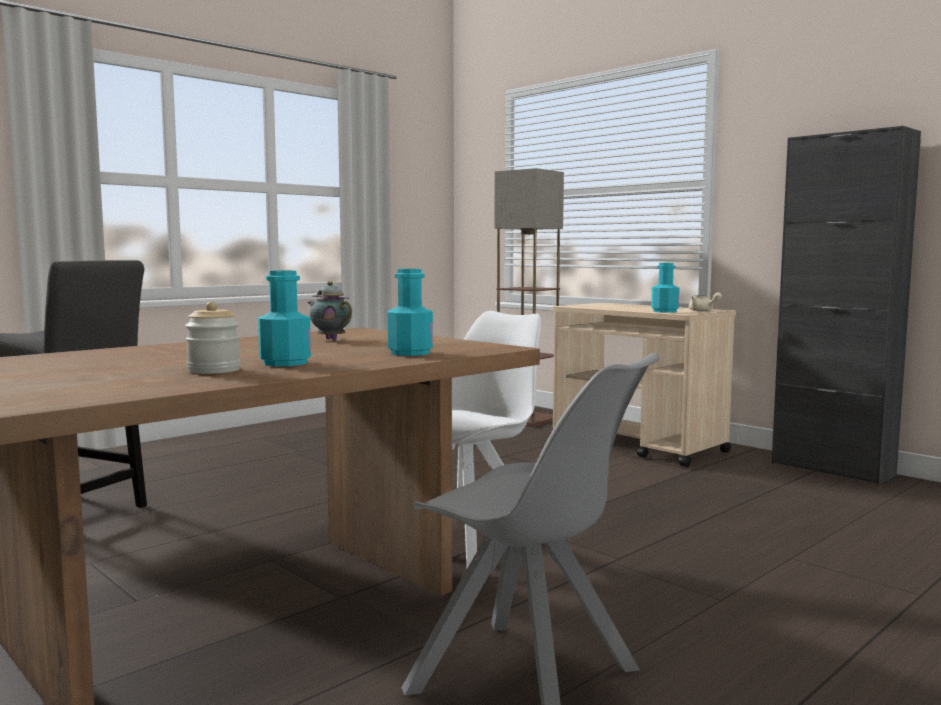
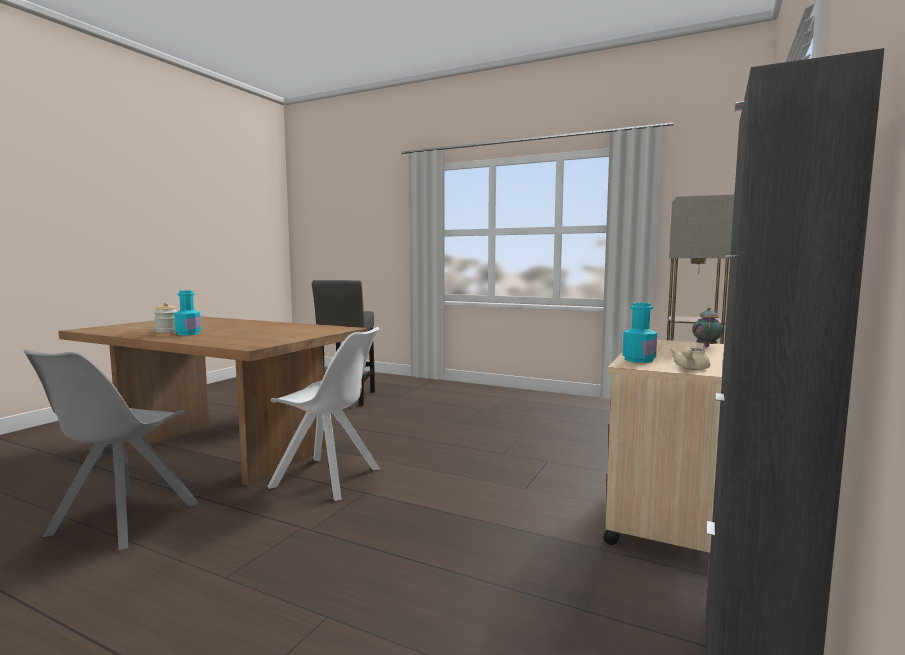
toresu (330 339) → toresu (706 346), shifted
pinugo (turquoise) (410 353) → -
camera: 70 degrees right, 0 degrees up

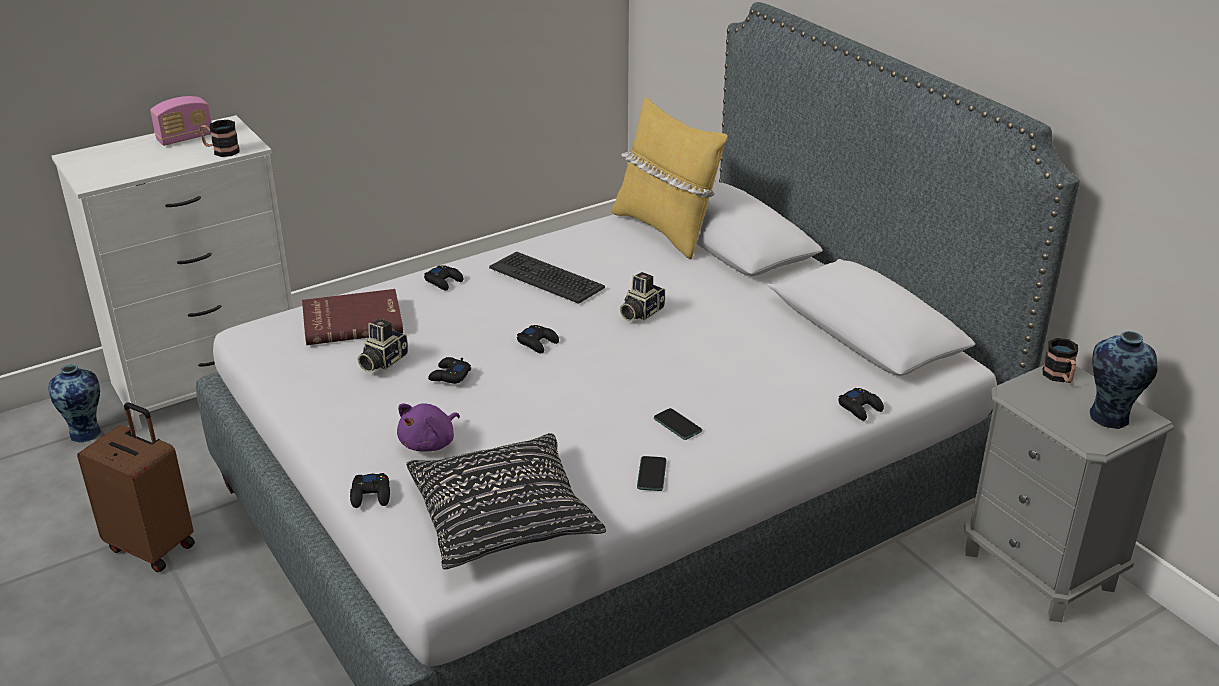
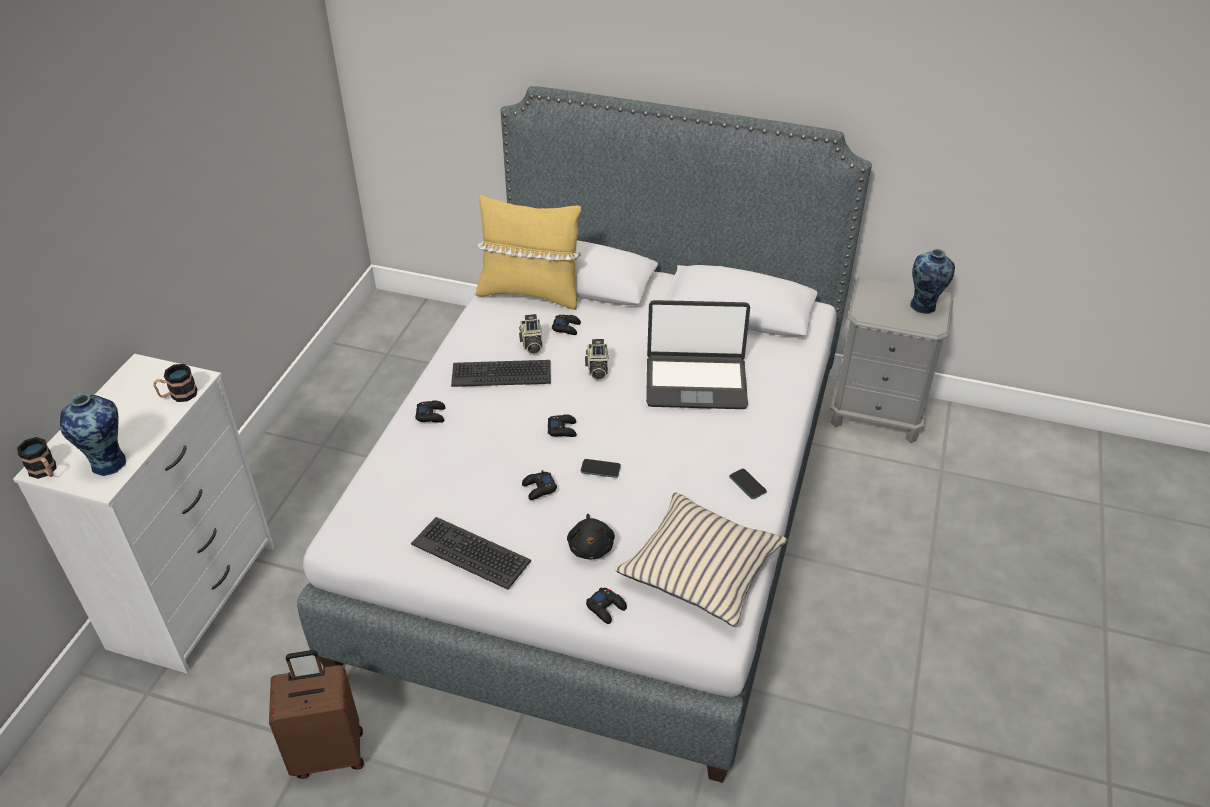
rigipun (86 432) → rigipun (108 462), shifted
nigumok (185 138) → -
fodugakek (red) (352 320) → -
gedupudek (382 361) → gedupudek (531 344), shifted
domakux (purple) (430 443) → domakux (black) (591 546)
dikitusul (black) (503 515) → dikitusul (beige) (701 567)
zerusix (677 425) → zerusix (600 469), shifted
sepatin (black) (860 408) → sepatin (black) (566 327), shifted
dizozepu (1059 377) → dizozepu (45 471), shifted
- → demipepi (471 552)
- → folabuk (696 382)
camera: 40 degrees left, 10 degrees up

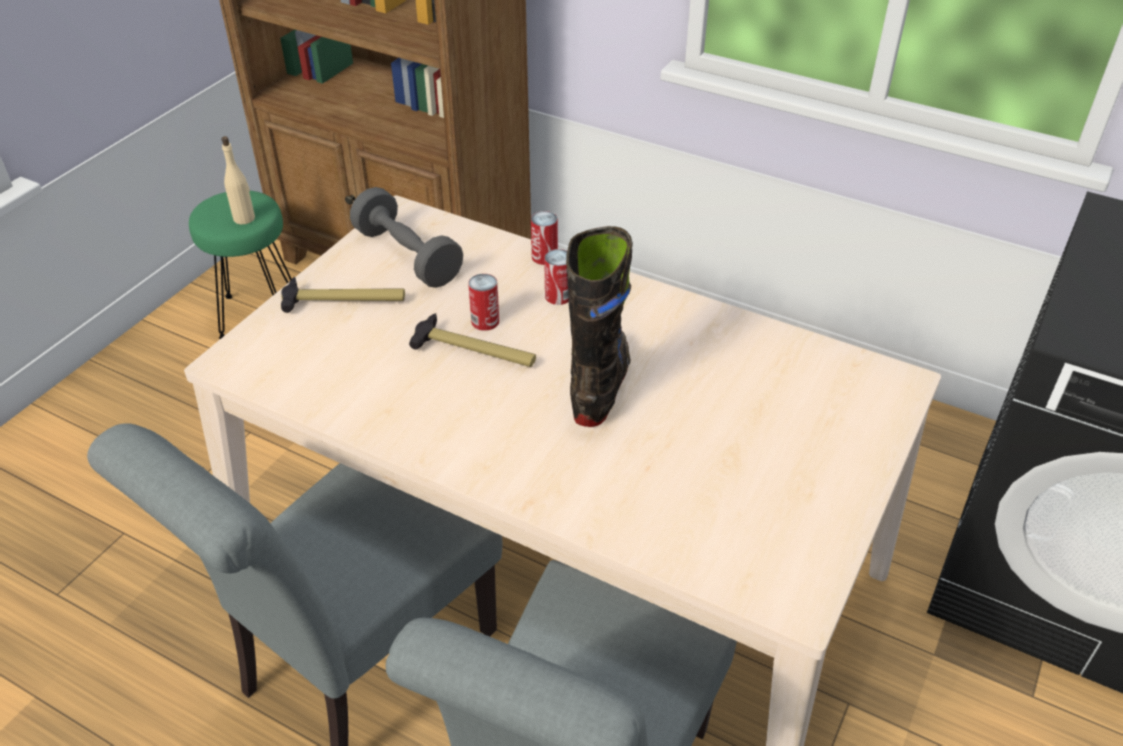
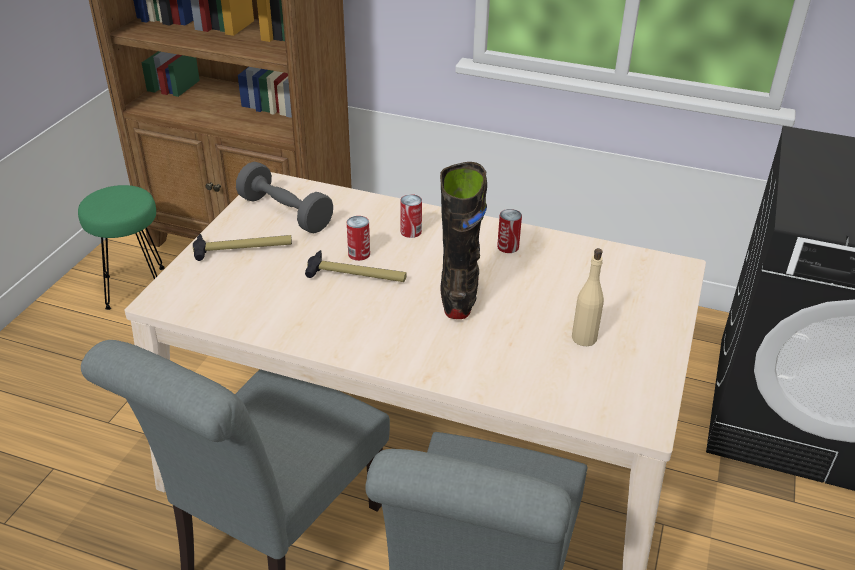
pinugo (beige) (244 218) → pinugo (beige) (584 338), shifted
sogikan (544 257) → sogikan (508 247), shifted
camera: 10 degrees left, 5 degrees down

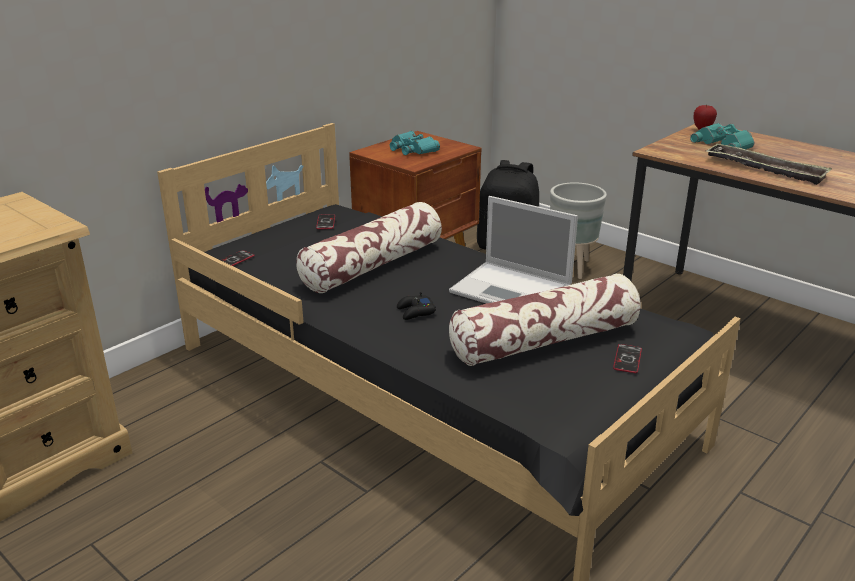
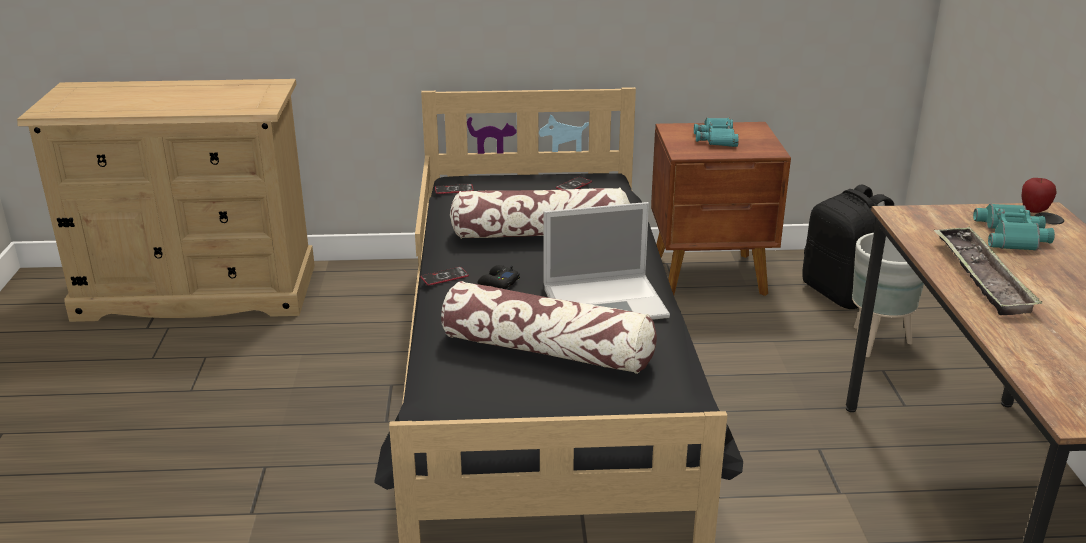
folabuk (513 290) → folabuk (607 302), 90 degrees counterclockwise
zerusix (627 359) → zerusix (444 277), shifted
camera: 45 degrees right, 0 degrees up

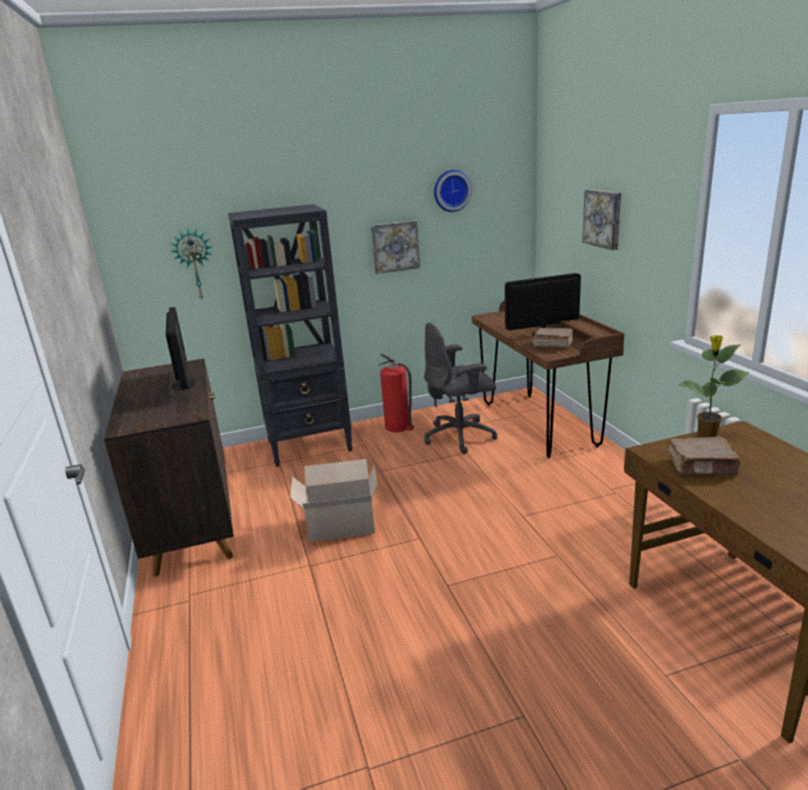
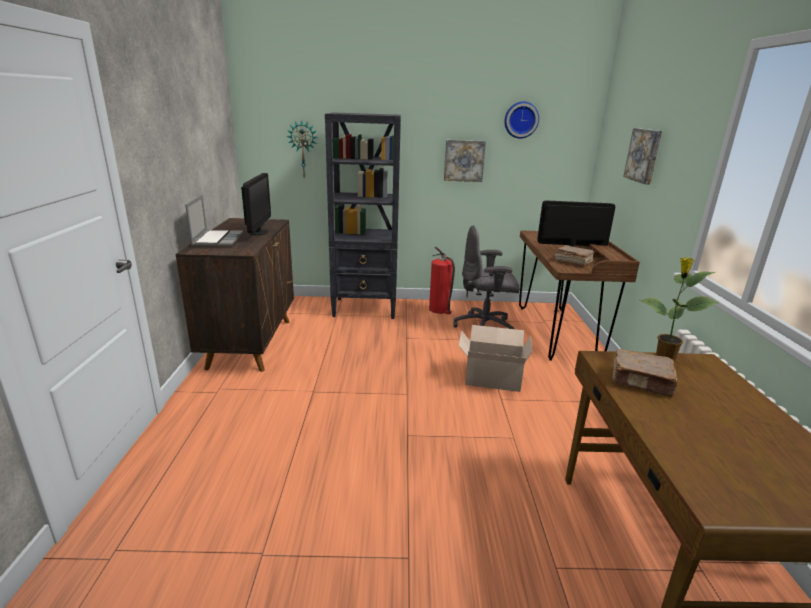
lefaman (339 525) → lefaman (491 378), shifted
- → folabuk (217 240)
camera: 15 degrees right, 0 degrees up

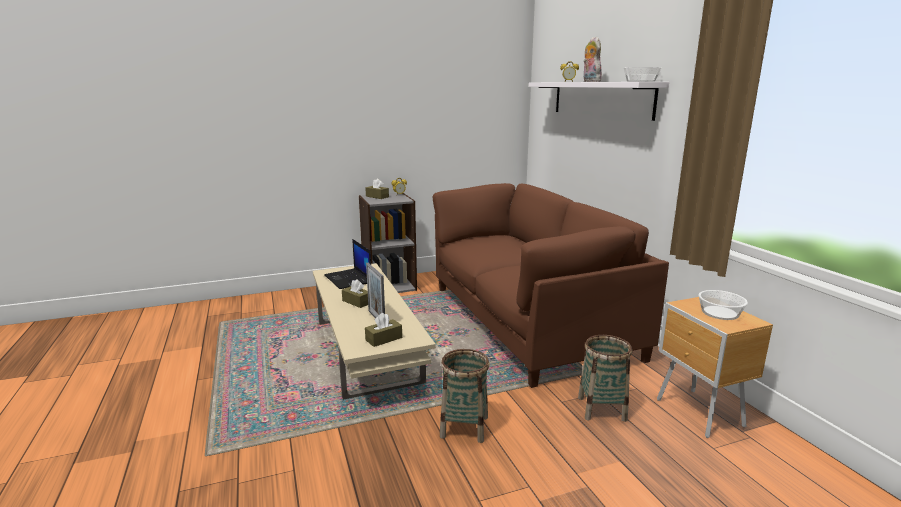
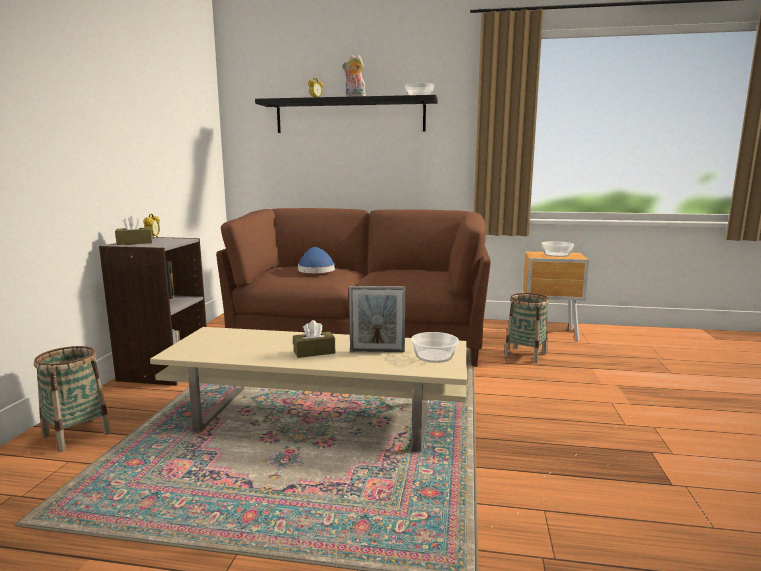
folabuk (349 279) → -
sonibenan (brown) (384 339) → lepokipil (434 356)
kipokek (464 427) → kipokek (77 434), shifted
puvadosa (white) (600 99) → puvadosa (black) (349 116)
- → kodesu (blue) (316 270)
camera: 60 degrees left, 5 degrees down

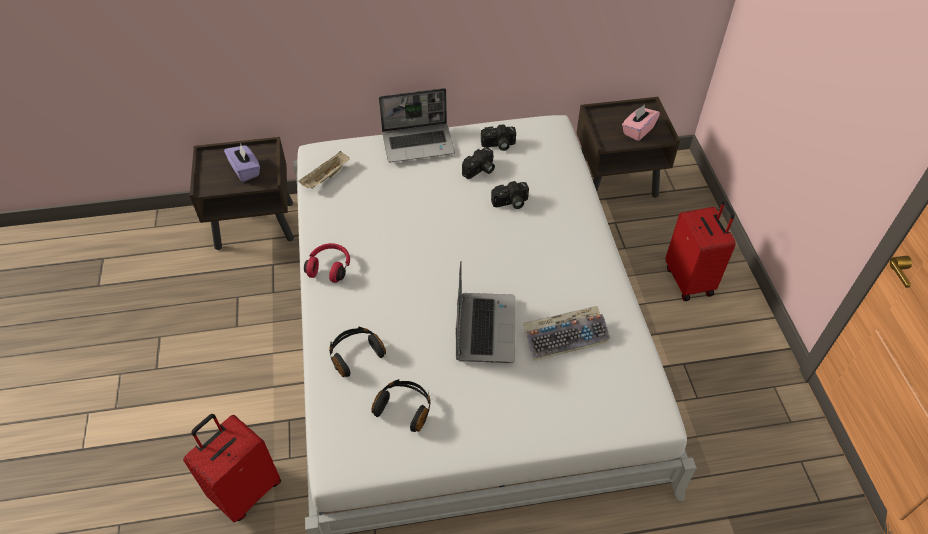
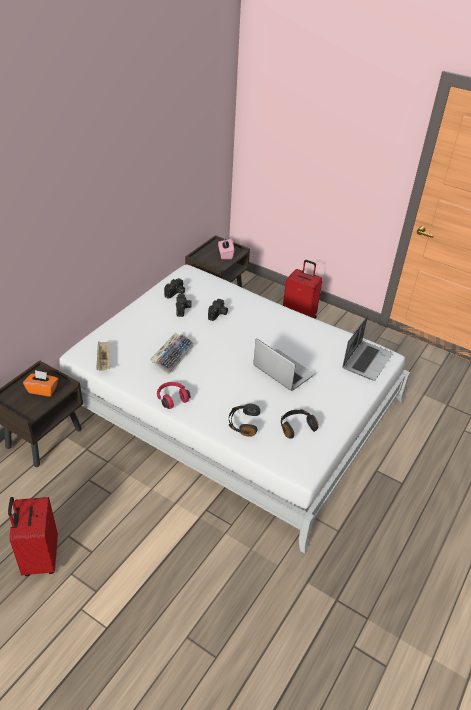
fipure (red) (246 490) → fipure (red) (40 558), shifted
sonibenan (purple) (245 170) → sonibenan (orange) (42 390)
folabuk (419 143) → folabuk (366 361), shifted
demipepi (566 336) → demipepi (172 356), shifted
camera: 50 degrees left, 10 degrees down

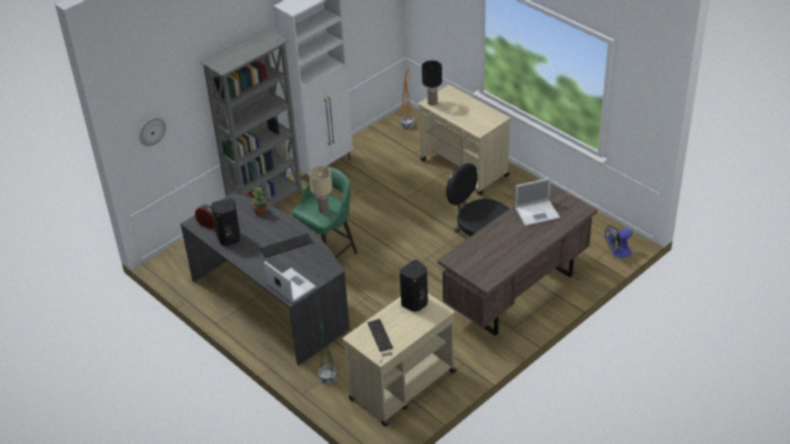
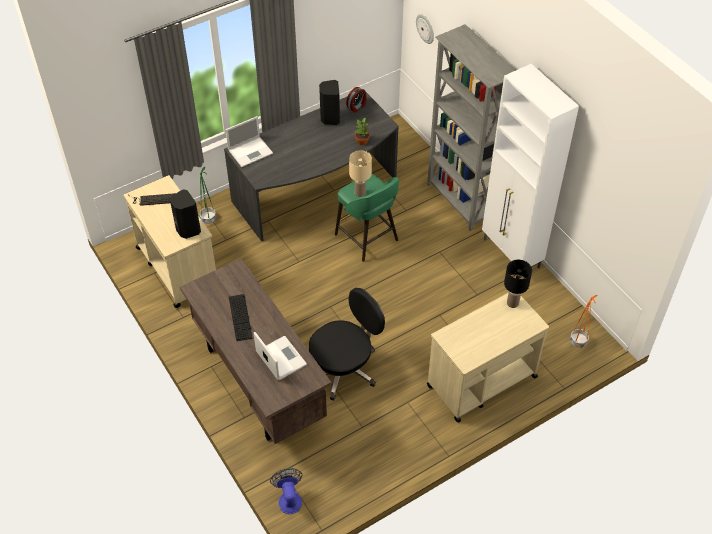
demipepi (286 245) → demipepi (240 317), shifted
folabuk (538 212) → folabuk (280 358), 150 degrees clockwise
camera: 100 degrees right, 10 degrees up

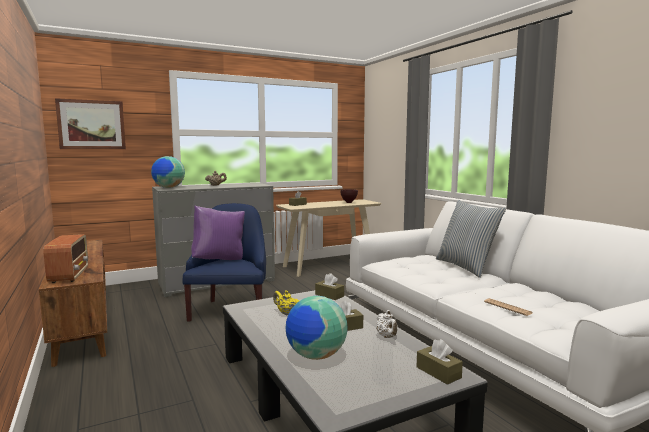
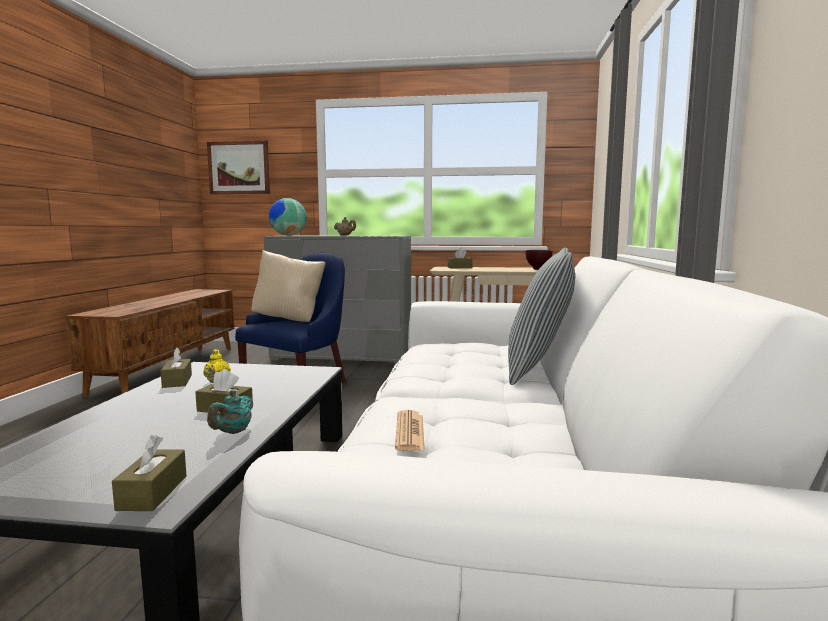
nigumok (69 275) → -
dikitusul (purple) (219 259) → dikitusul (beige) (289 319)
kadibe (316 356) → -
sonibenan (brown) (329 295) → sonibenan (brown) (177 381), shifted
toresu (white) (387 336) → toresu (turquoise) (233 432)
camera: 35 degrees right, 0 degrees up

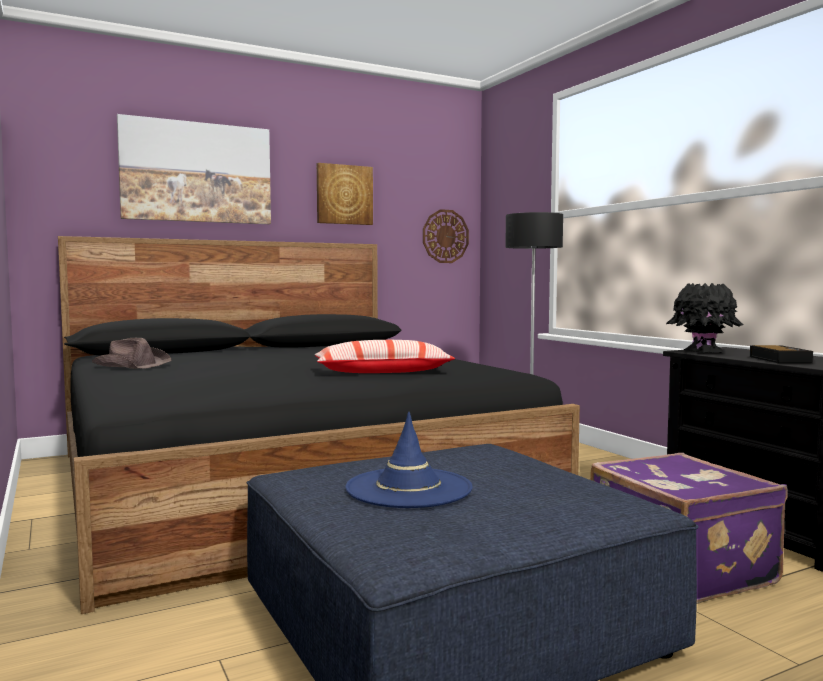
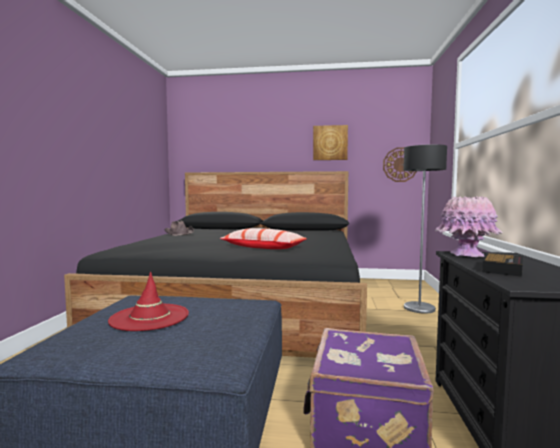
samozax (197 172) → -
kodesu (blue) (408 488) → kodesu (red) (149 317)
rigipun (black) (703 351) → rigipun (pink) (466 254)
camera: 35 degrees right, 0 degrees up

